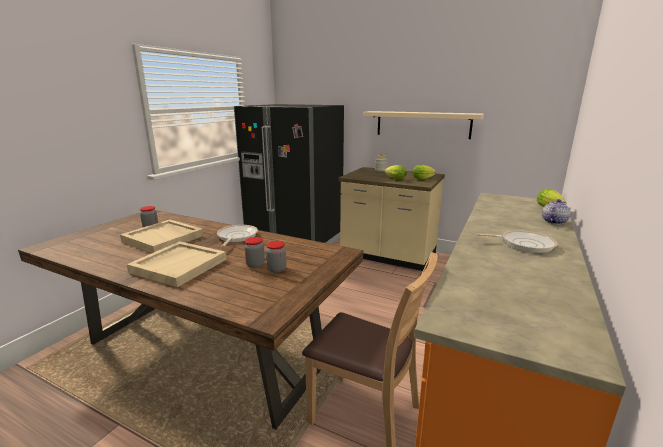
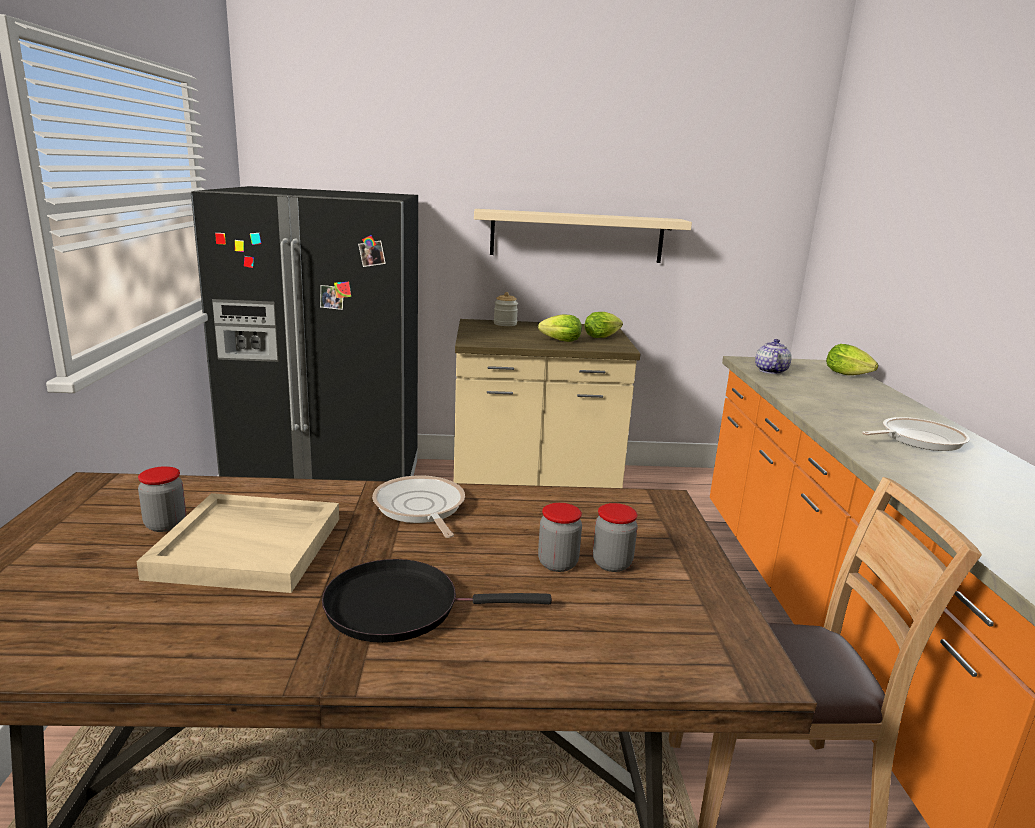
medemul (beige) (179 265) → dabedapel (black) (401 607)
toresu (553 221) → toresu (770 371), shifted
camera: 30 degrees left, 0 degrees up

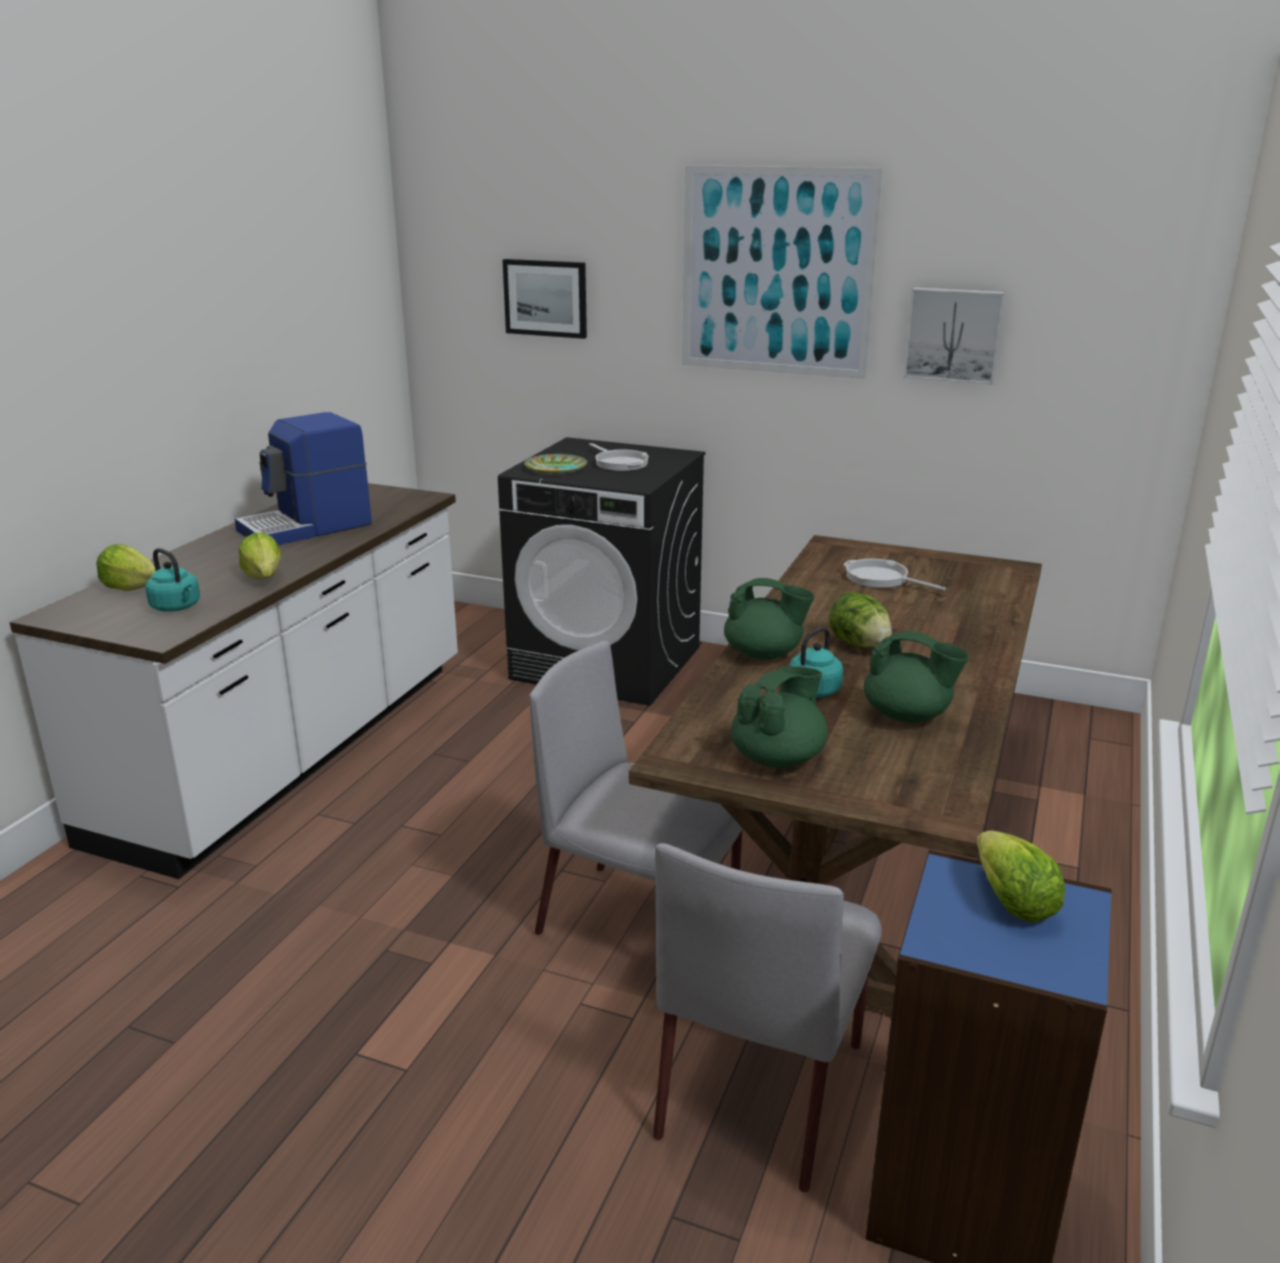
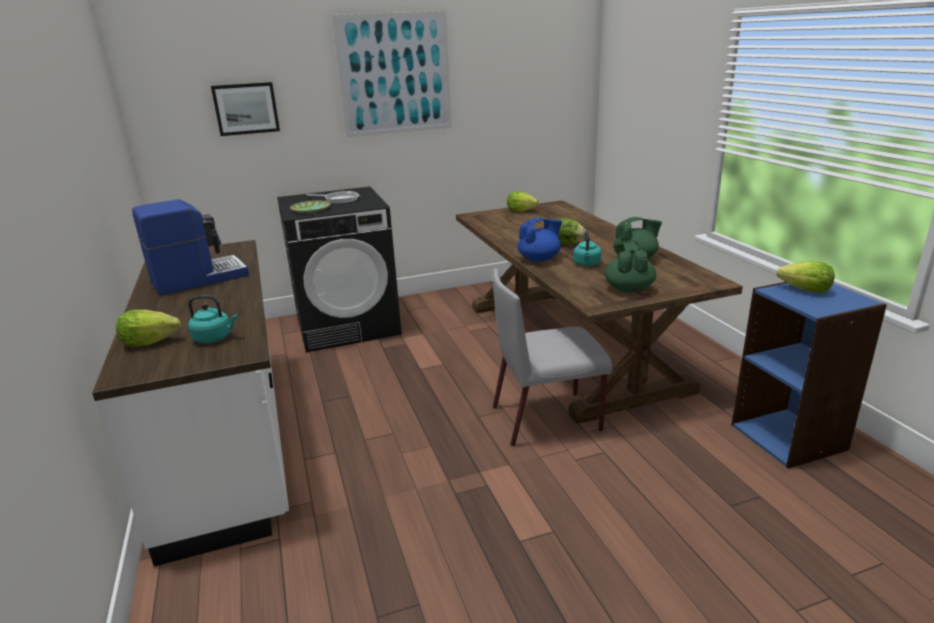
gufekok (307 528) → gufekok (198 278), 135 degrees counterclockwise
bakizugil (264 577) → bakizugil (521 211), shifted
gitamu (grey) (762 1086) → -
toresu (green) (764 654) → toresu (blue) (539 259)
dabedapel (881 579) → -
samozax (953 335) → -
camera: 40 degrees left, 0 degrees up

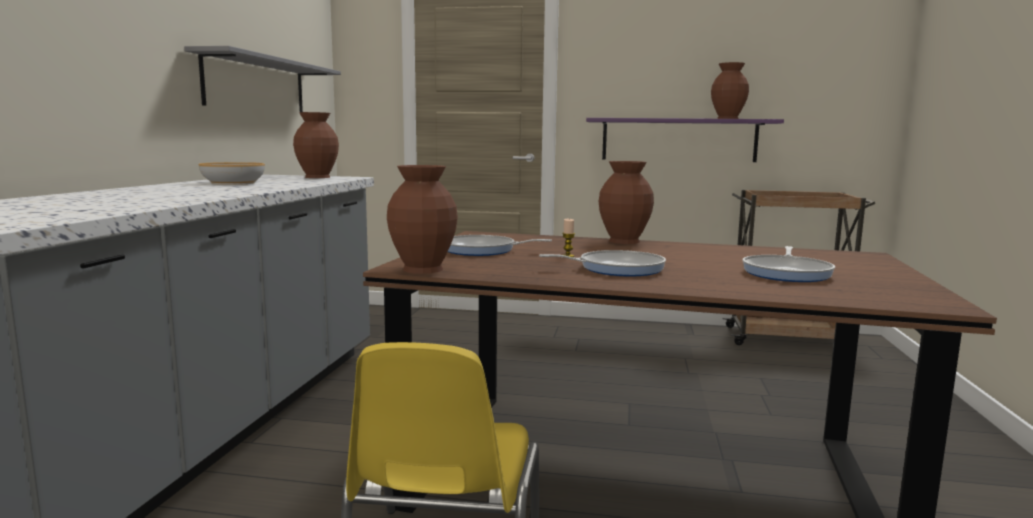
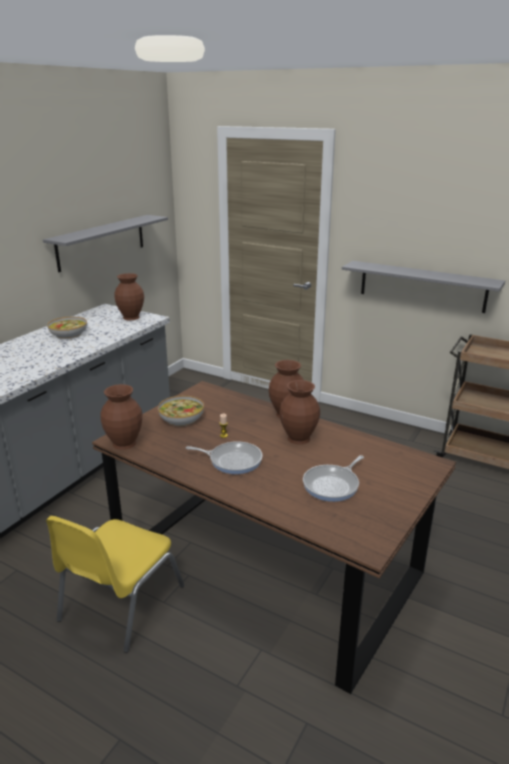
dabedapel (482 250) → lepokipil (181 418)
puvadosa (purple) (678 140) → puvadosa (grey) (422 286)
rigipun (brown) (727 118) → rigipun (brown) (298 438), shifted
camera: 20 degrees right, 15 degrees up

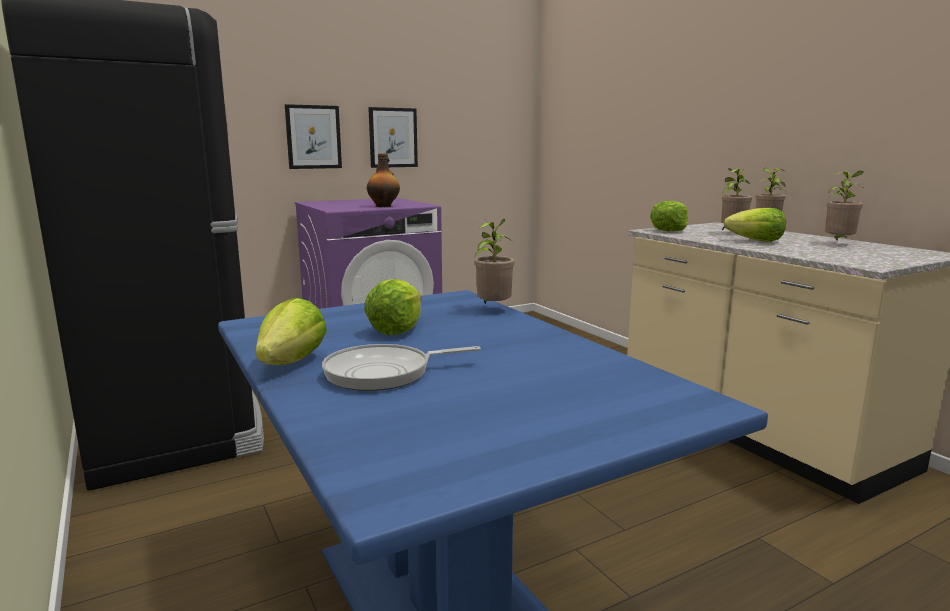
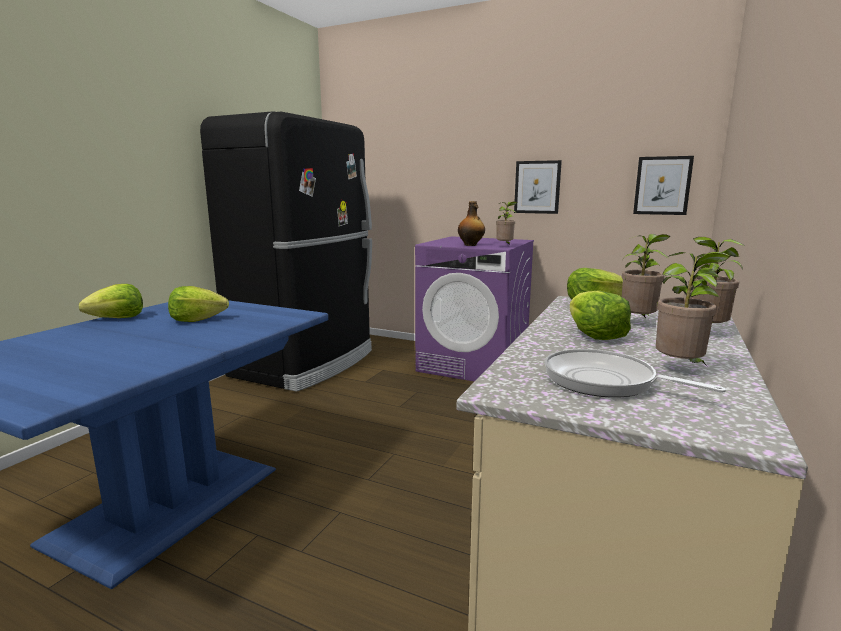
samozax (313 137) → samozax (662 185), shifted
dabedapel (384 373) → dabedapel (605 381), shifted
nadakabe (493 309) → nadakabe (505 246), shifted
camera: 55 degrees right, 0 degrees up

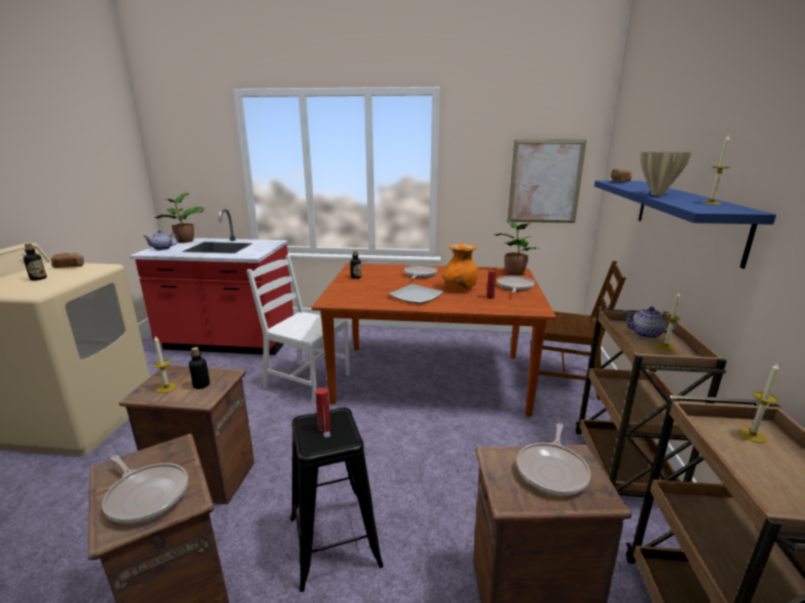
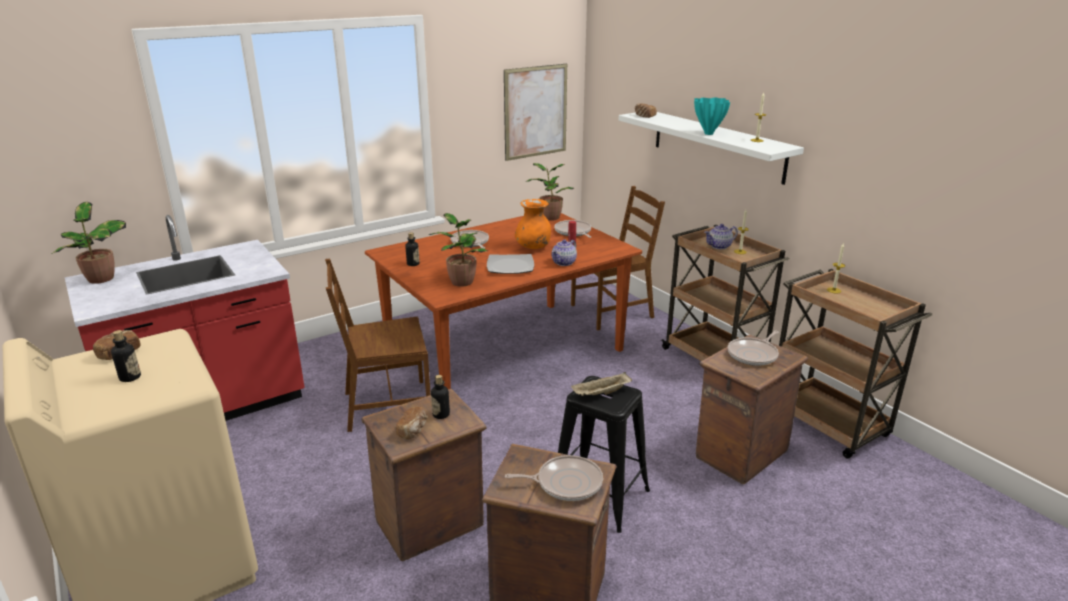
toresu (163 248) → toresu (564 262), shifted
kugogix (166 388) → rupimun (413 430)
gitamu (white) (306 381) → gitamu (brown) (386 406)
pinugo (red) (324 428) → medemul (beige) (601 394)
dabedapel (552 471) → dabedapel (754 354), 60 degrees clockwise
puvadosa (blue) (685 216) → puvadosa (white) (717 145)
rigipun (beige) (656 195) → rigipun (turquoise) (708 134)
- → nadakabe (461 281)
camera: 40 degrees left, 5 degrees up

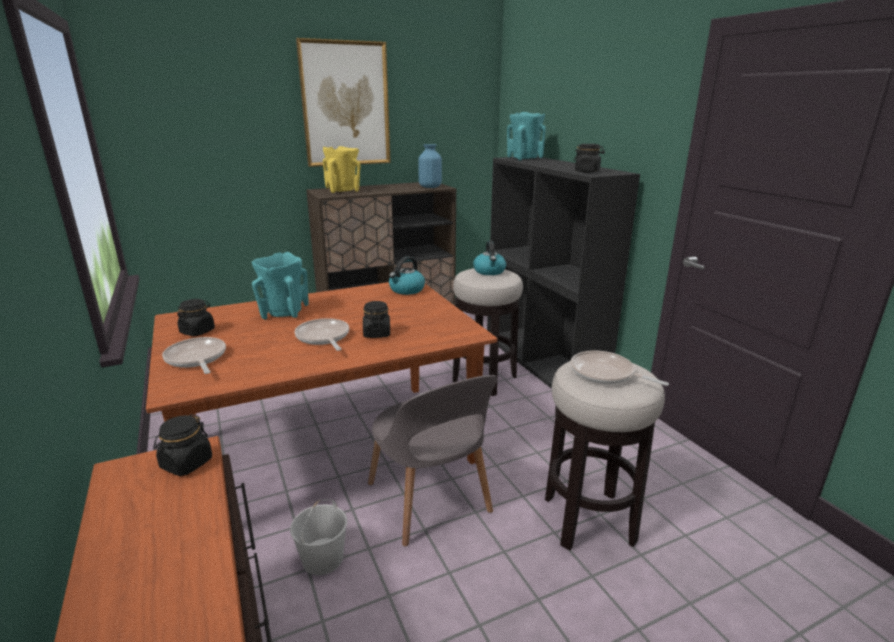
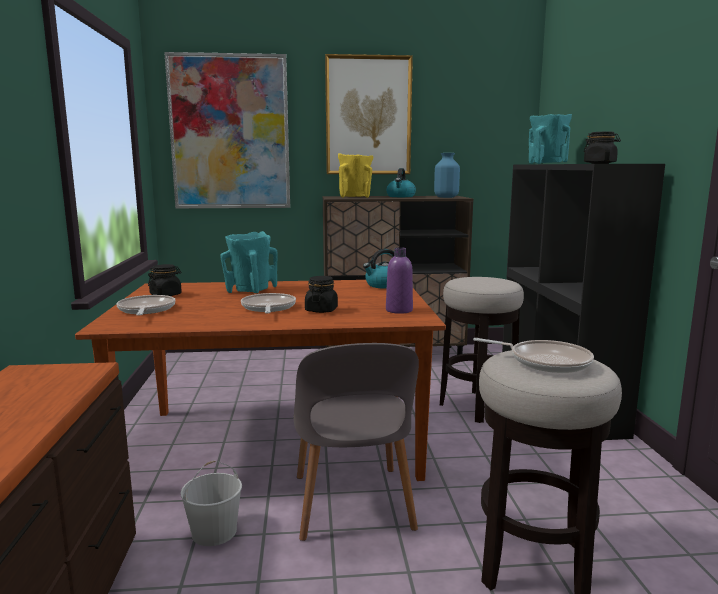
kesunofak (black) (186 463) → -
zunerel (489 271) → zunerel (401 196), shifted
dabedapel (605 374) → dabedapel (545 361), 150 degrees clockwise
- → samozax (230 133)
- → pinugo (purple) (399 310)
camera: 20 degrees right, 10 degrees down

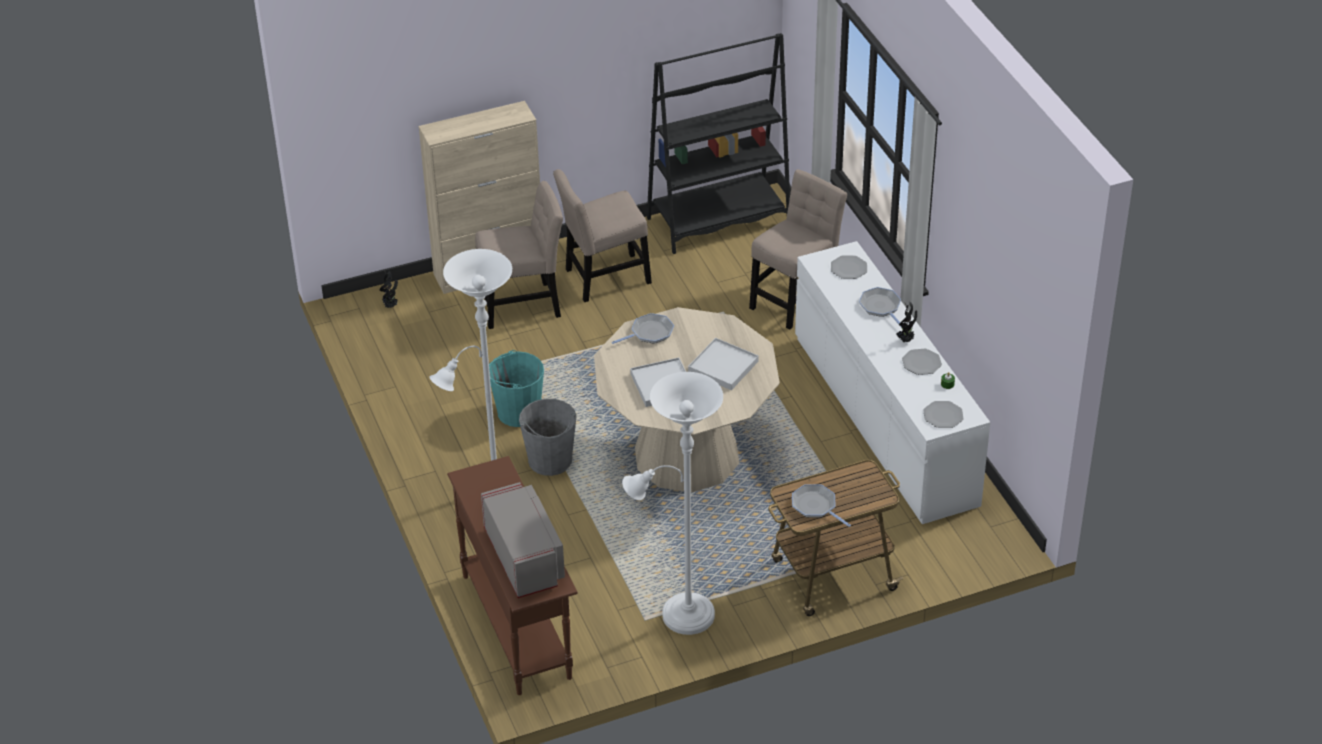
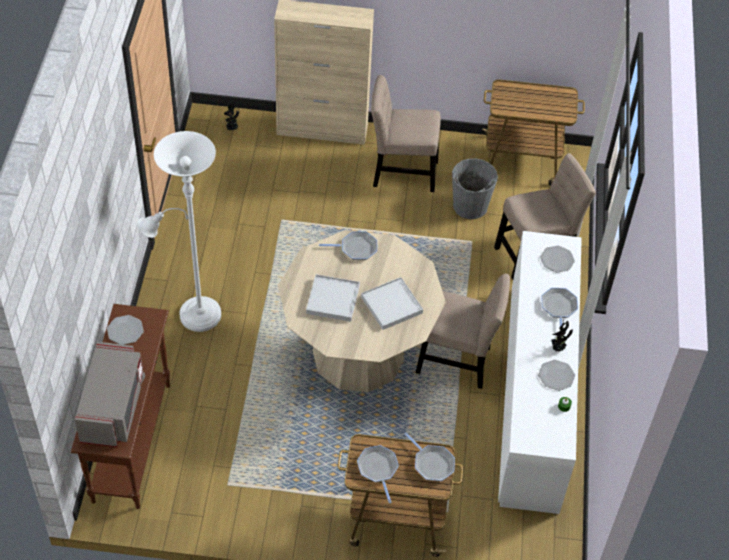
gitamu (beige) (523 305) → gitamu (beige) (457 362), shifted
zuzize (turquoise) (518 412) → -
zuzize (grey) (550 460) → zuzize (grey) (470 206), shifted
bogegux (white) (681 615) → -
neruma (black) (719 221) → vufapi (522 160)
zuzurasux (943 415) → zuzurasux (125 330), shifted
- → dabedapel (432 463)
camera: 25 degrees right, 10 degrees up

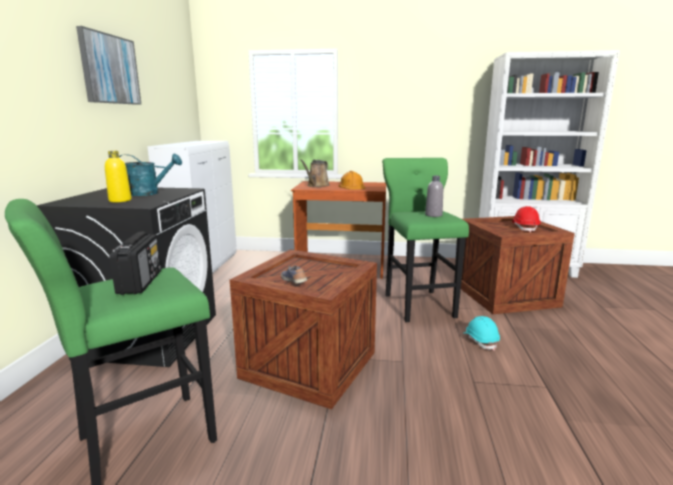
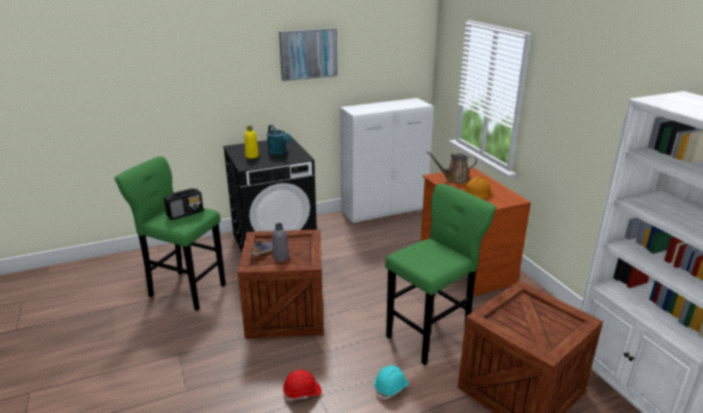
pinugo (grey) (433 215) → pinugo (grey) (281 257), shifted
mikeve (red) (525 228) → mikeve (red) (302 392), shifted
camera: 60 degrees right, 10 degrees up

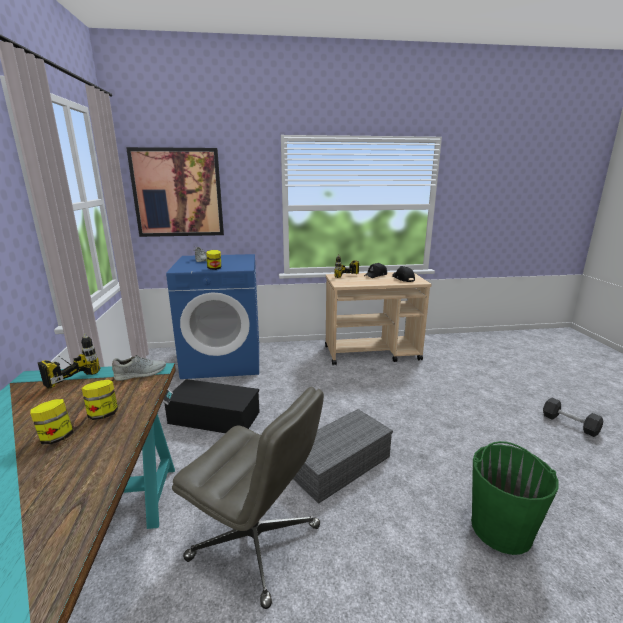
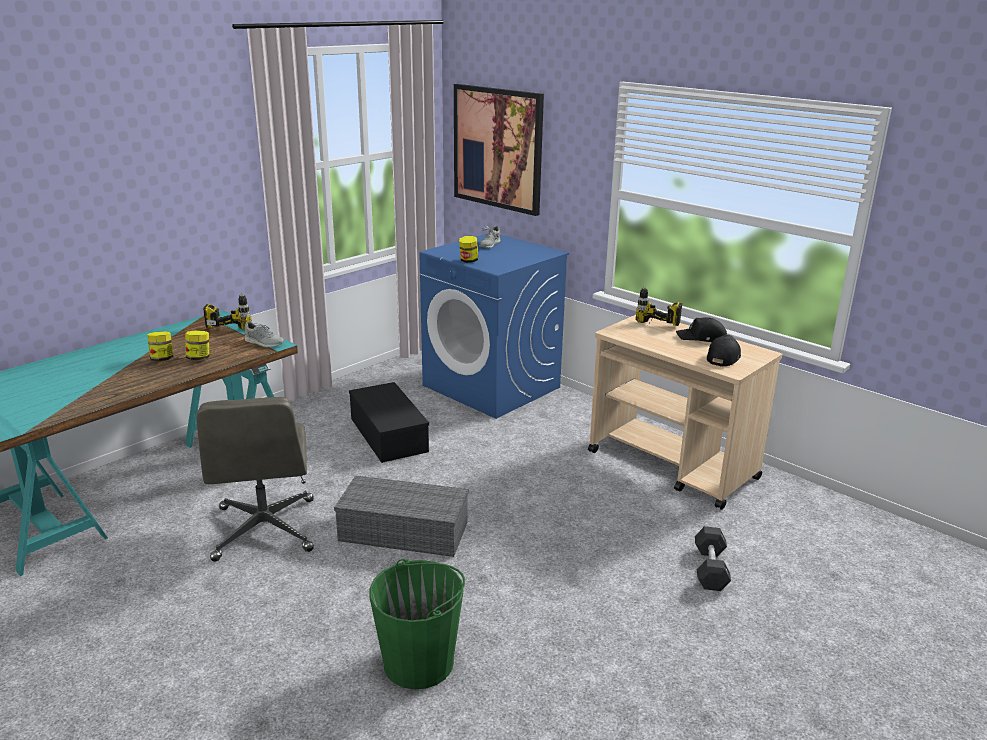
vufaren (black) (569 424) → vufaren (black) (710 568), shifted
camera: 50 degrees right, 5 degrees up

